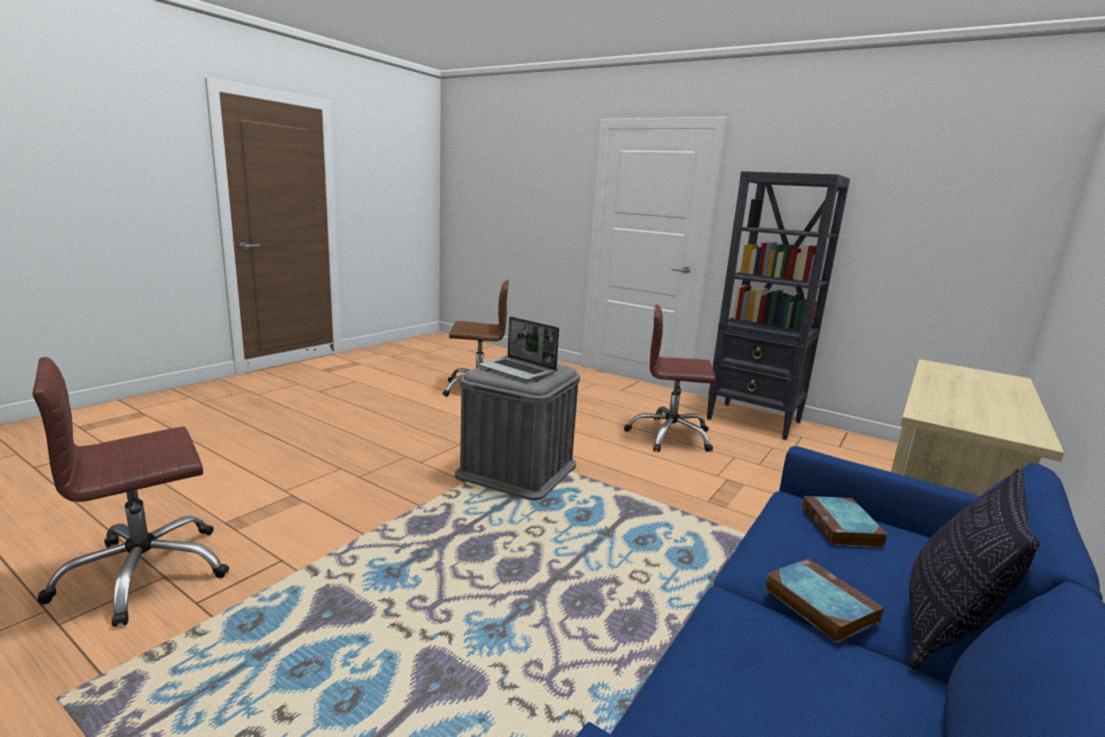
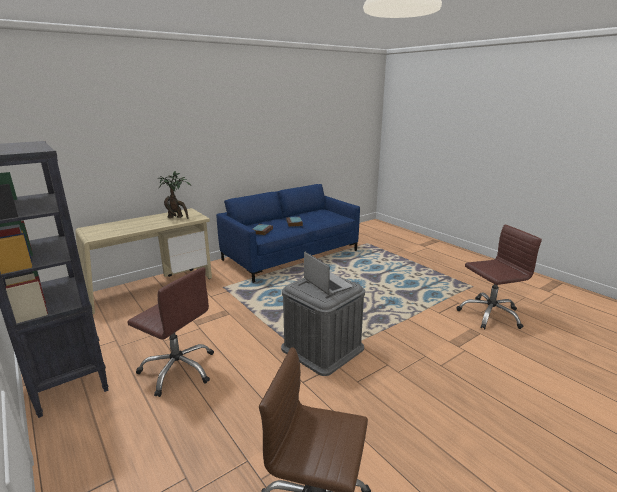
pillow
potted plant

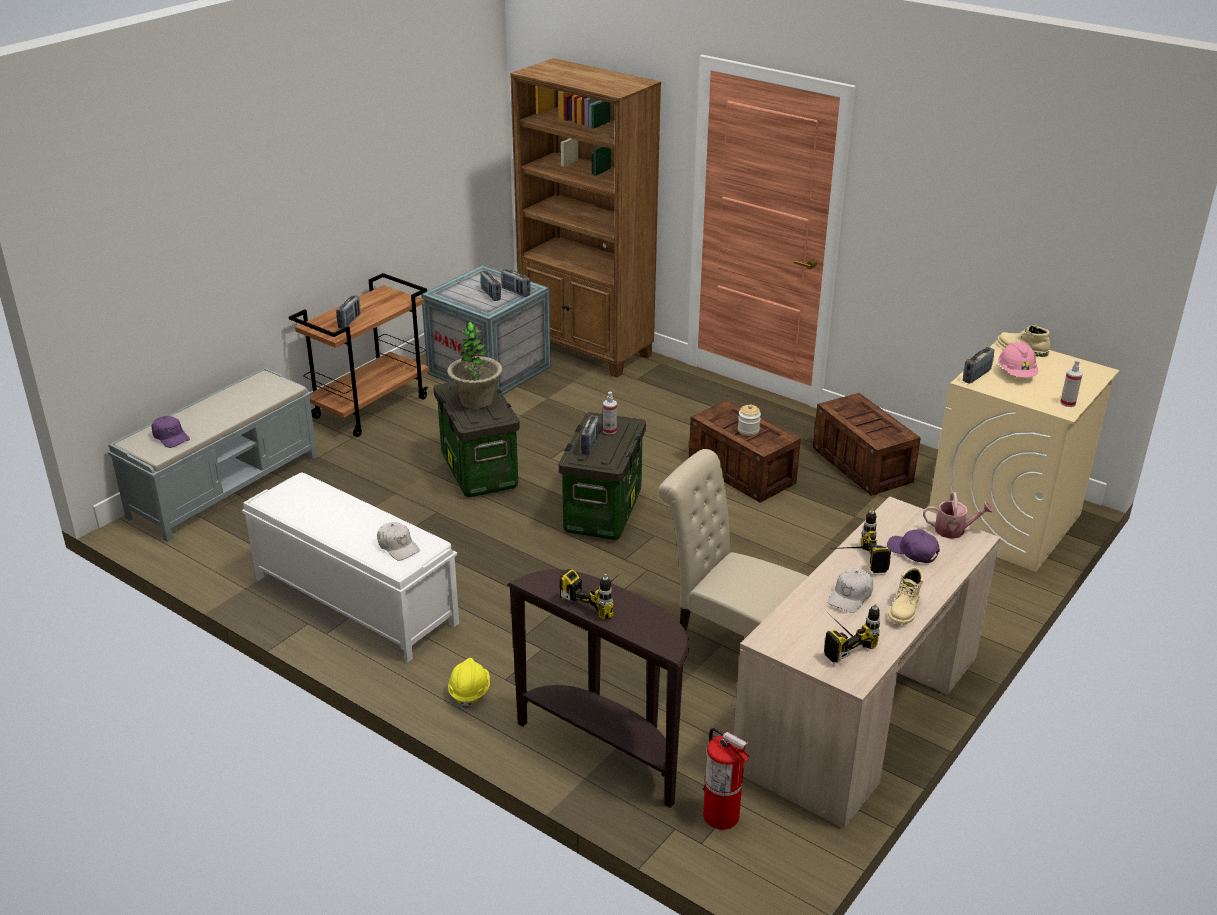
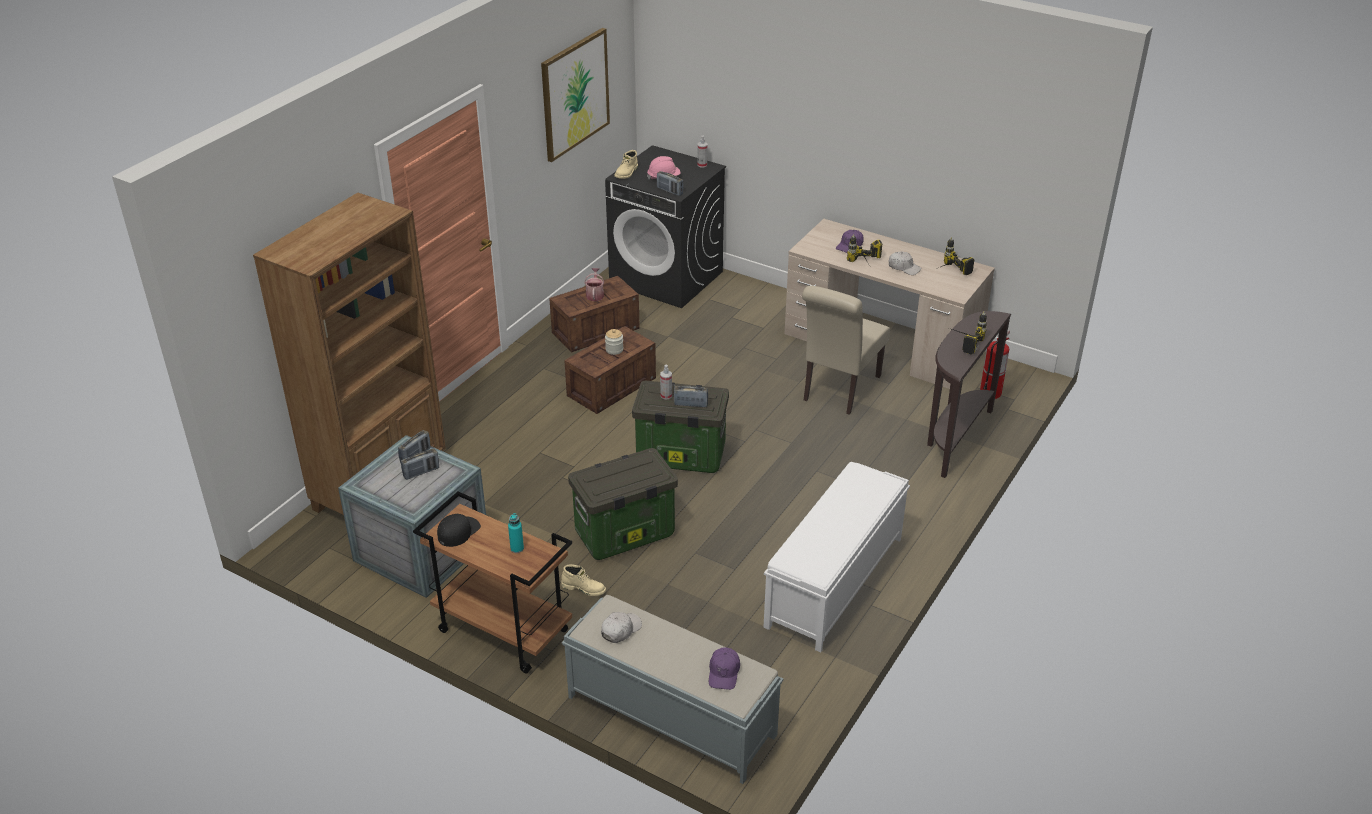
turquoise bottle
potted plant
black washing machine
purple cap (no. 1 from left)
watering can
white-coloured cap (no. 1 from left)
beige tall boot (no. 1 from left)
yellow work helmet
picture
black cap

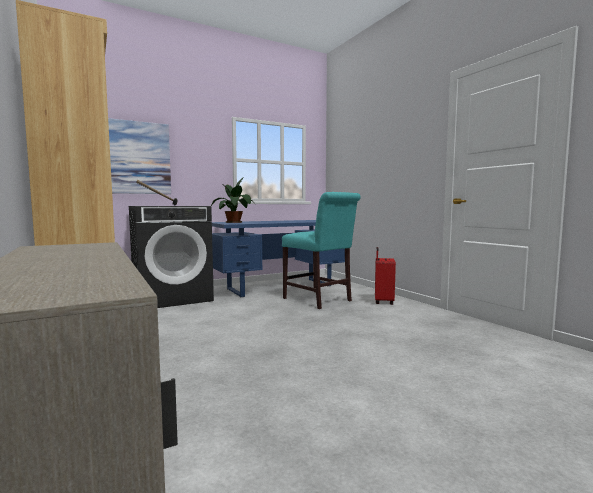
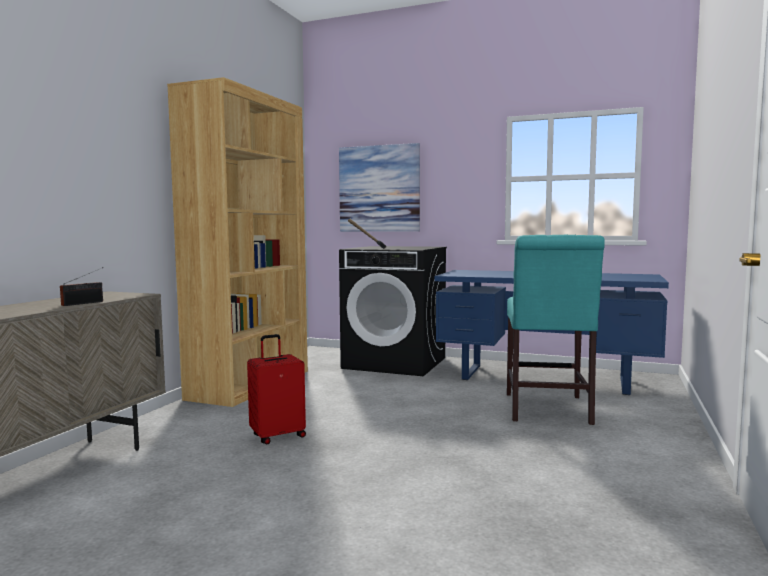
potted plant
red suitcase
radio

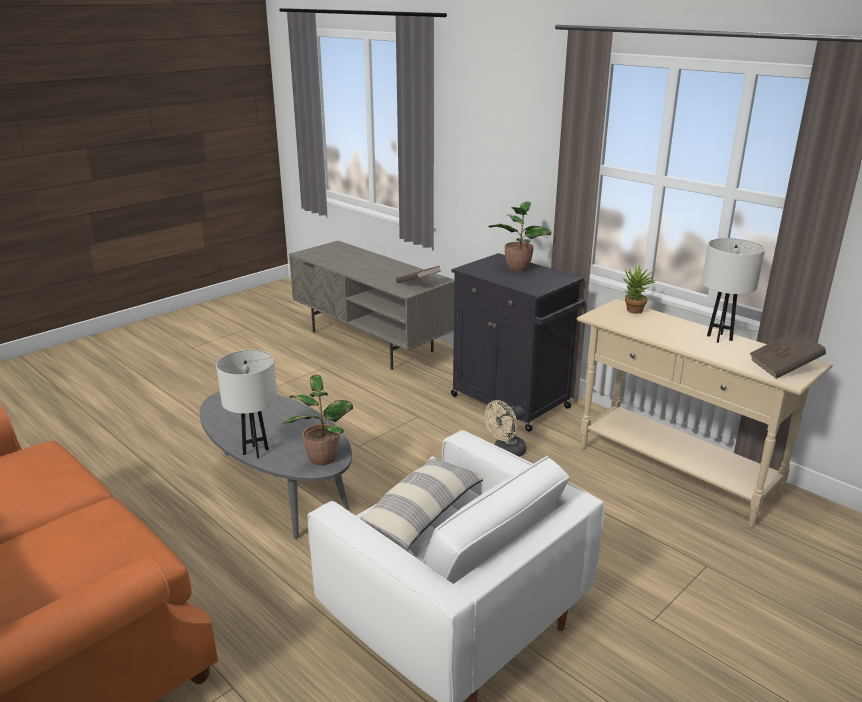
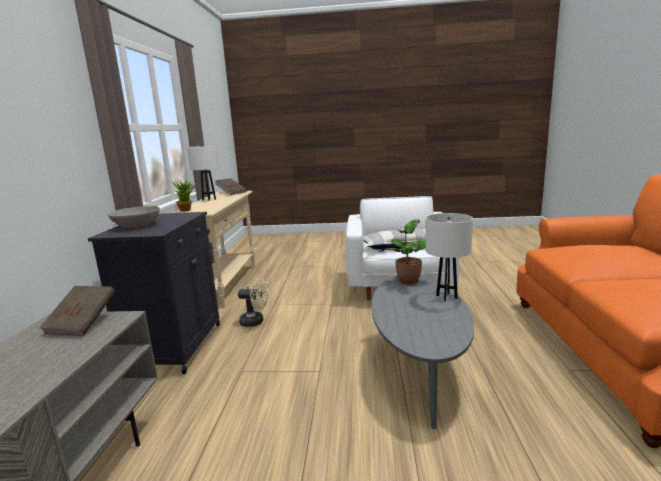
greyish deep dish

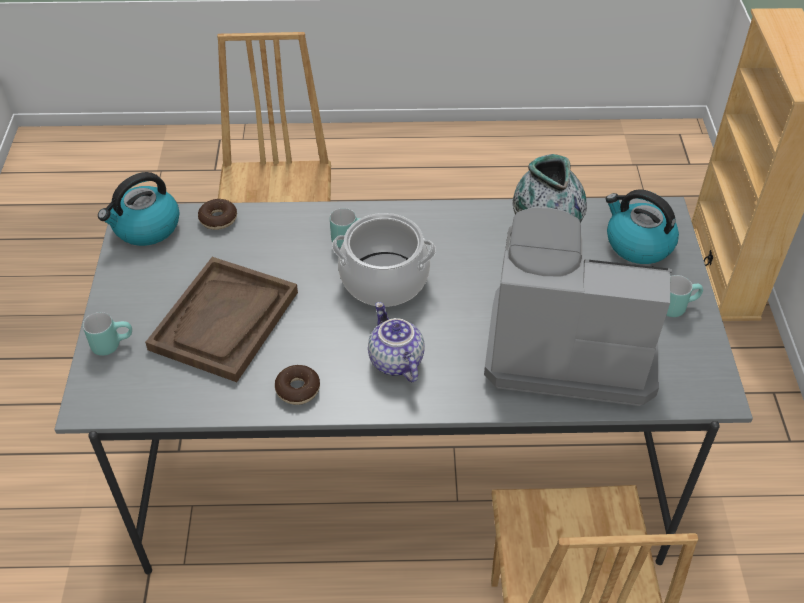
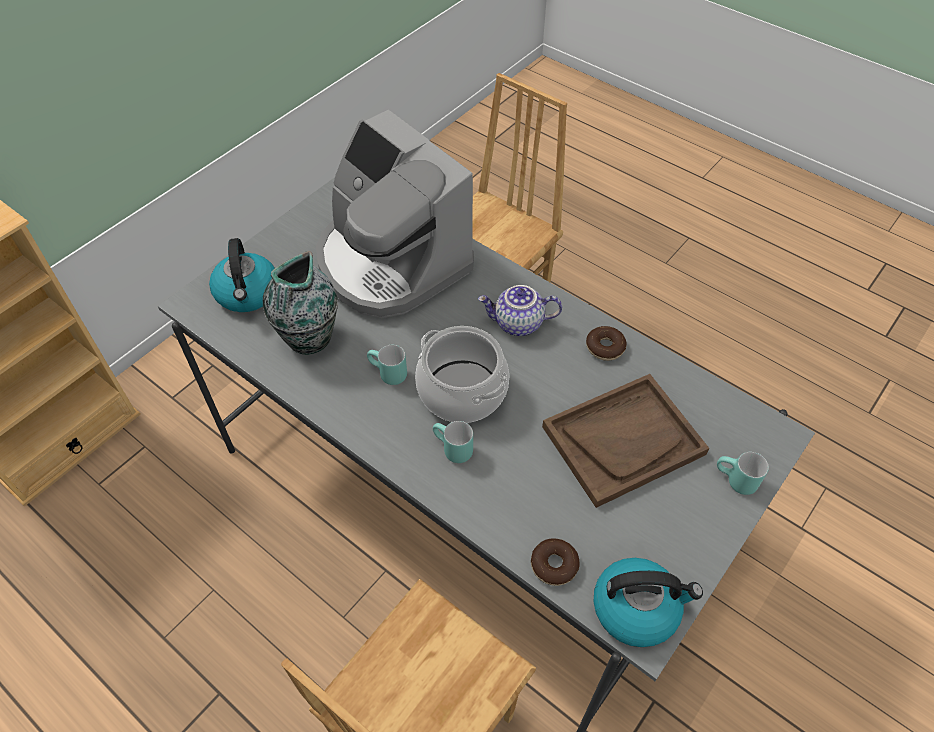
turquoise mug (no. 1 from left)
teapot

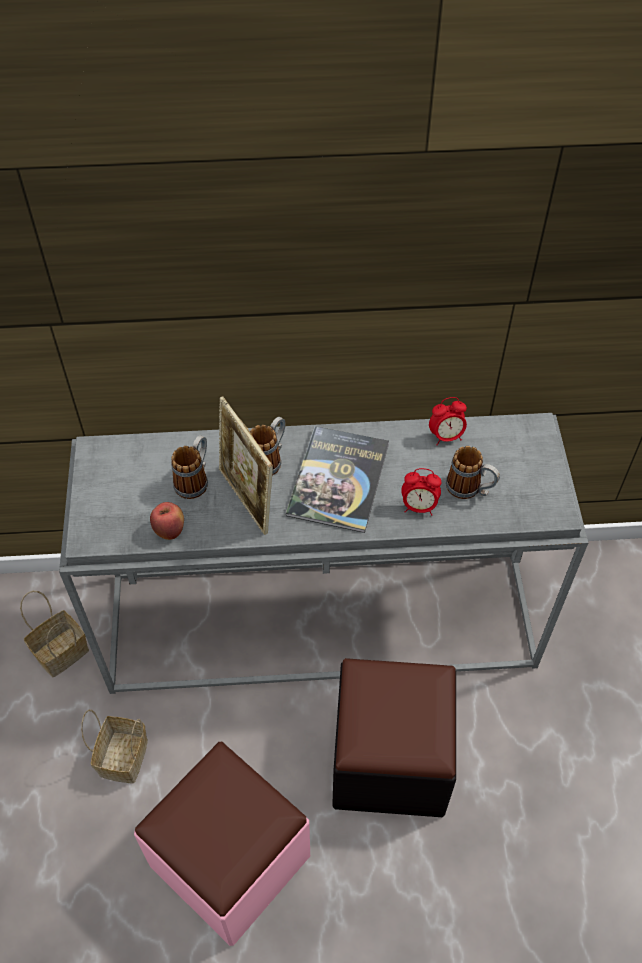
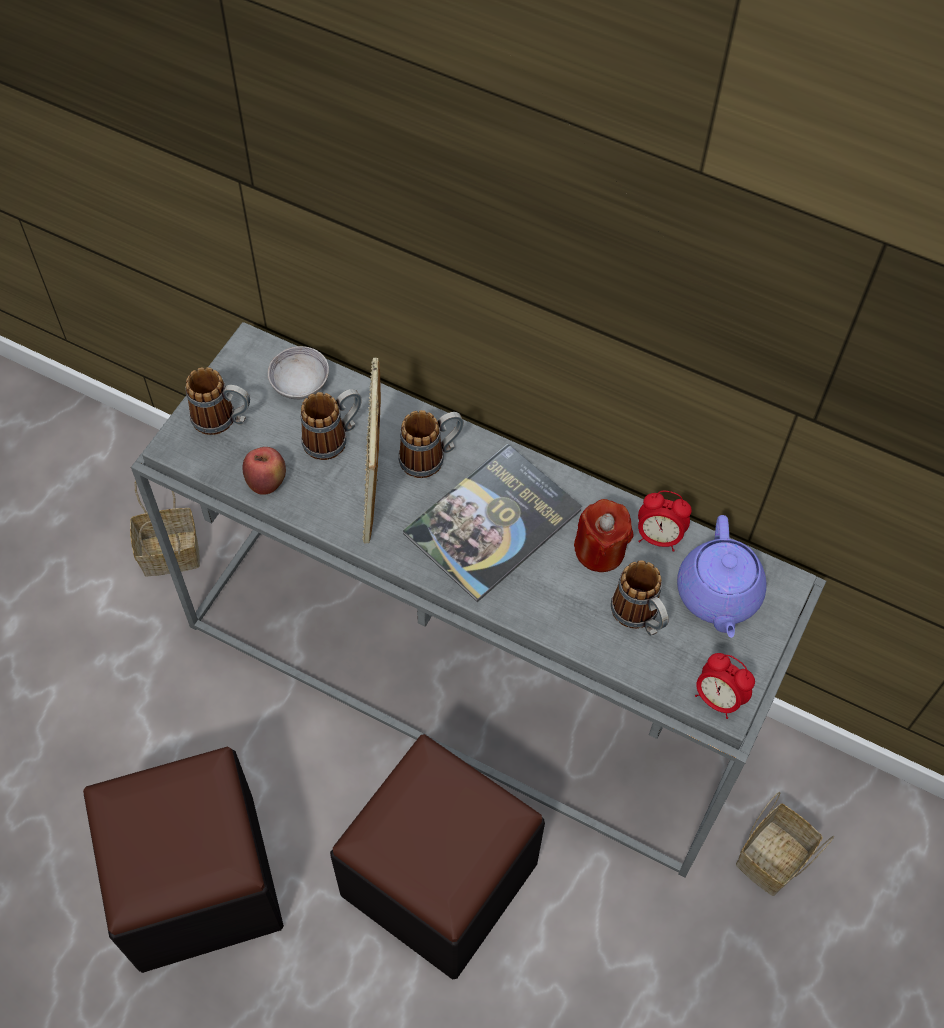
table clock (no. 2 from left)
storage basket (no. 2 from left)
black pouffe (no. 1 from left)
greyish deep dish
mug (no. 1 from left)
red wax candle
purple teapot

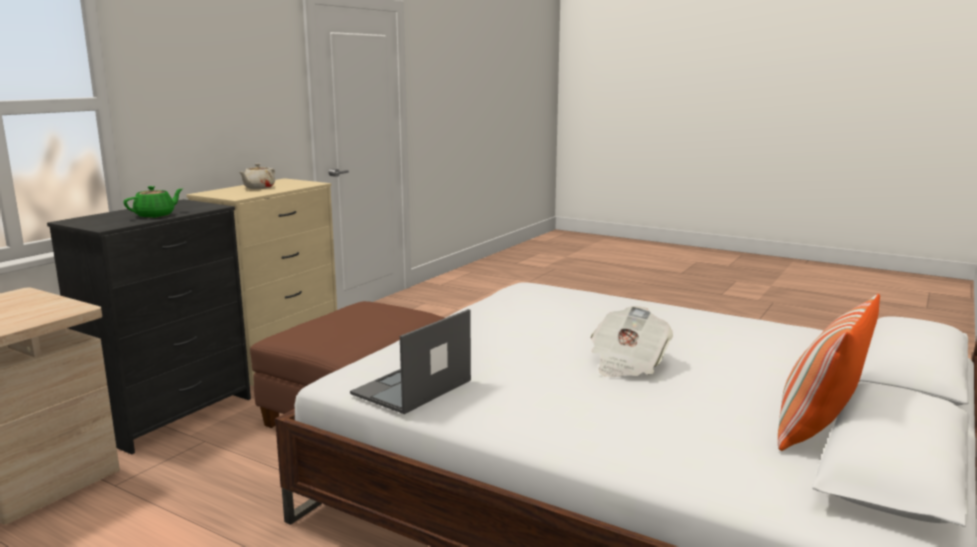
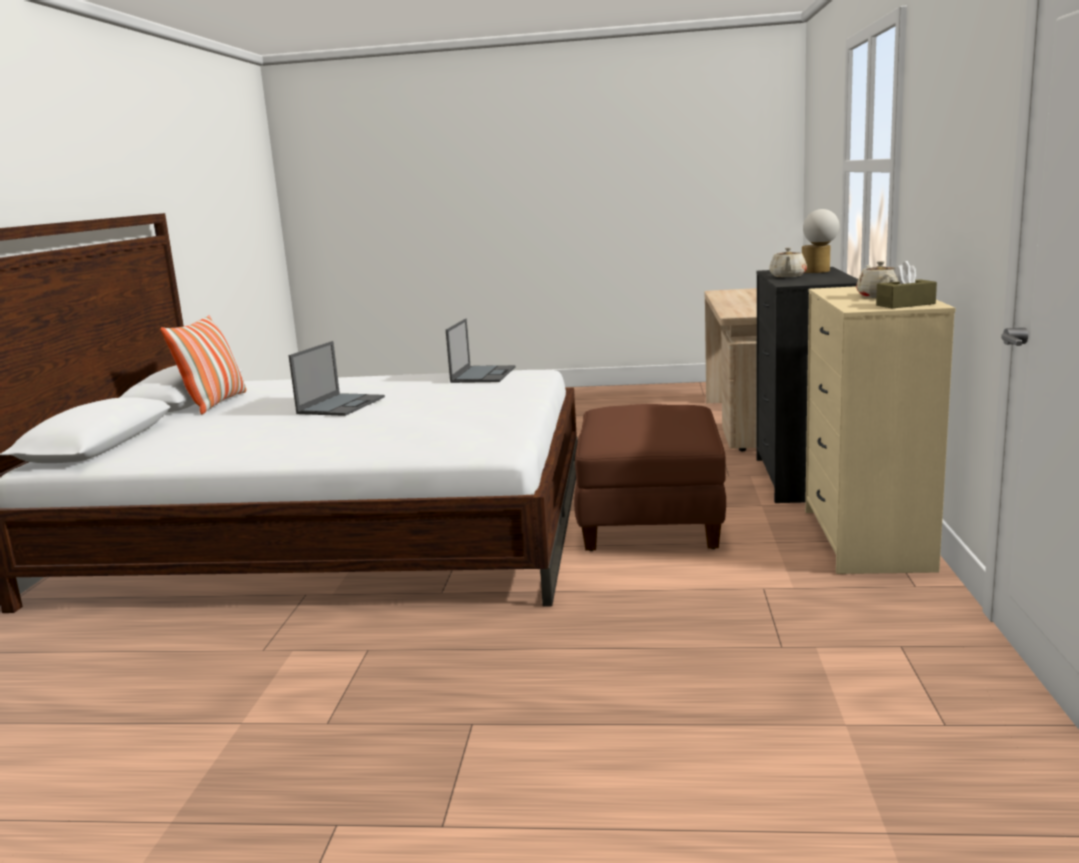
beige teapot (no. 1 from left)
portable computer (no. 1 from left)
table lamp
brown-coloured box of tissues

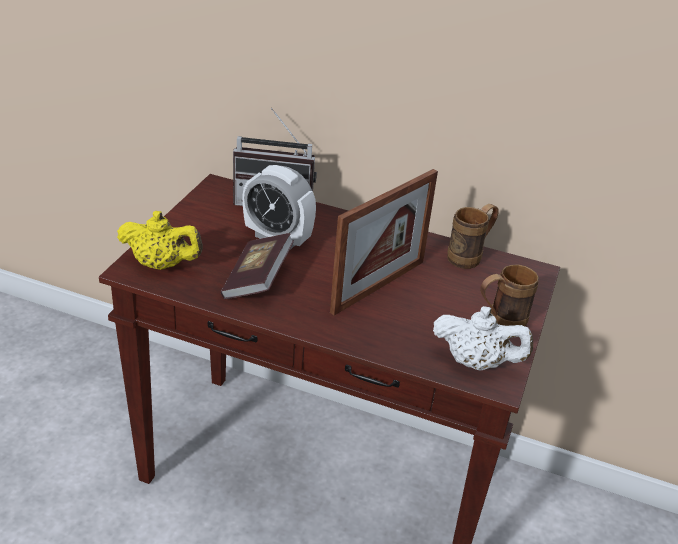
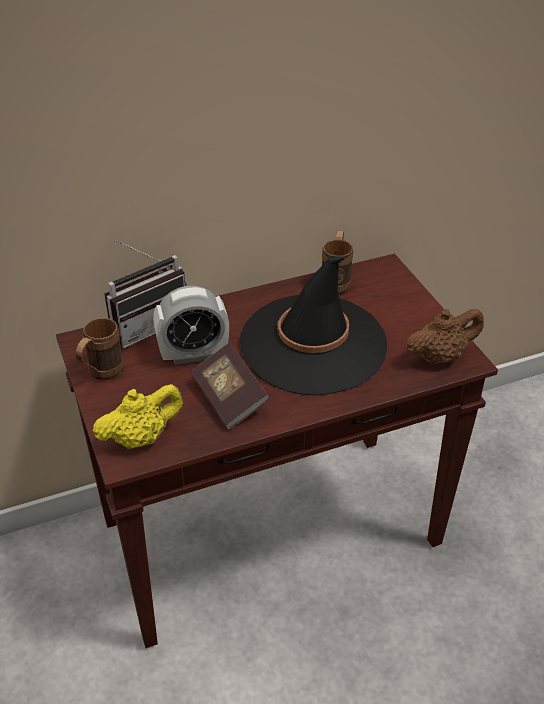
black wearable hat
brown-coloured mug (no. 1 from left)
brown-coloured teapot

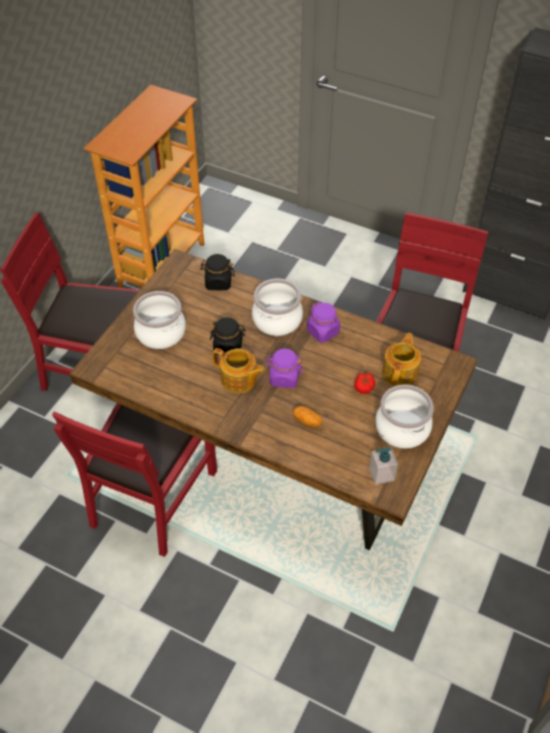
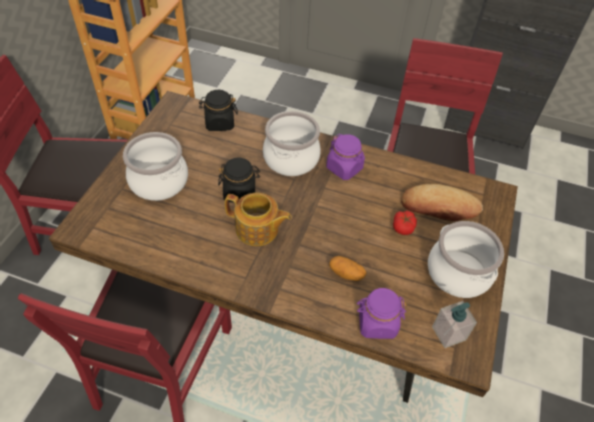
baked bread
purple preserve jar (no. 2 from left)

